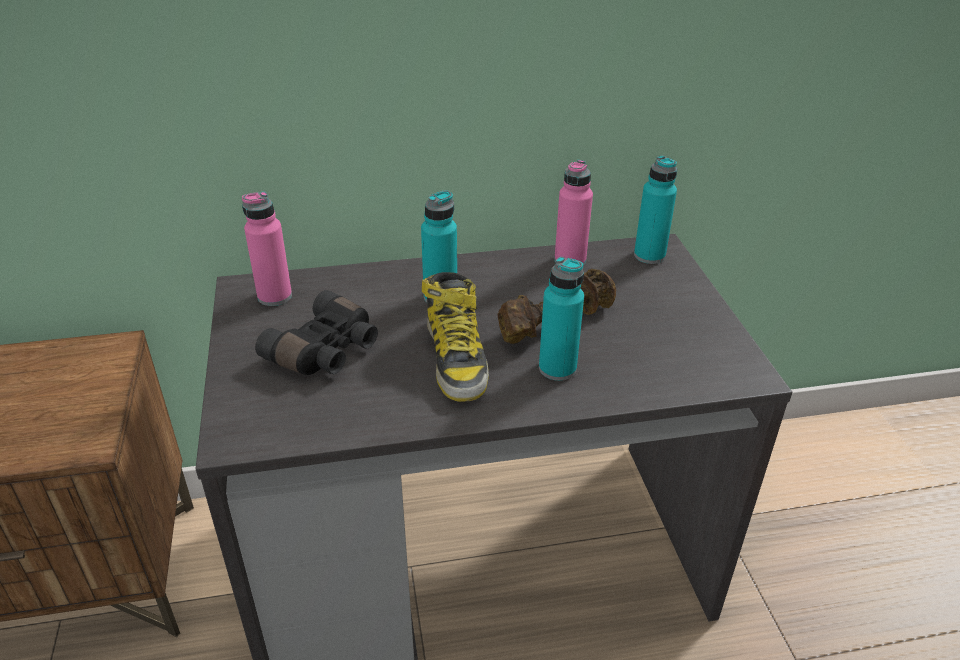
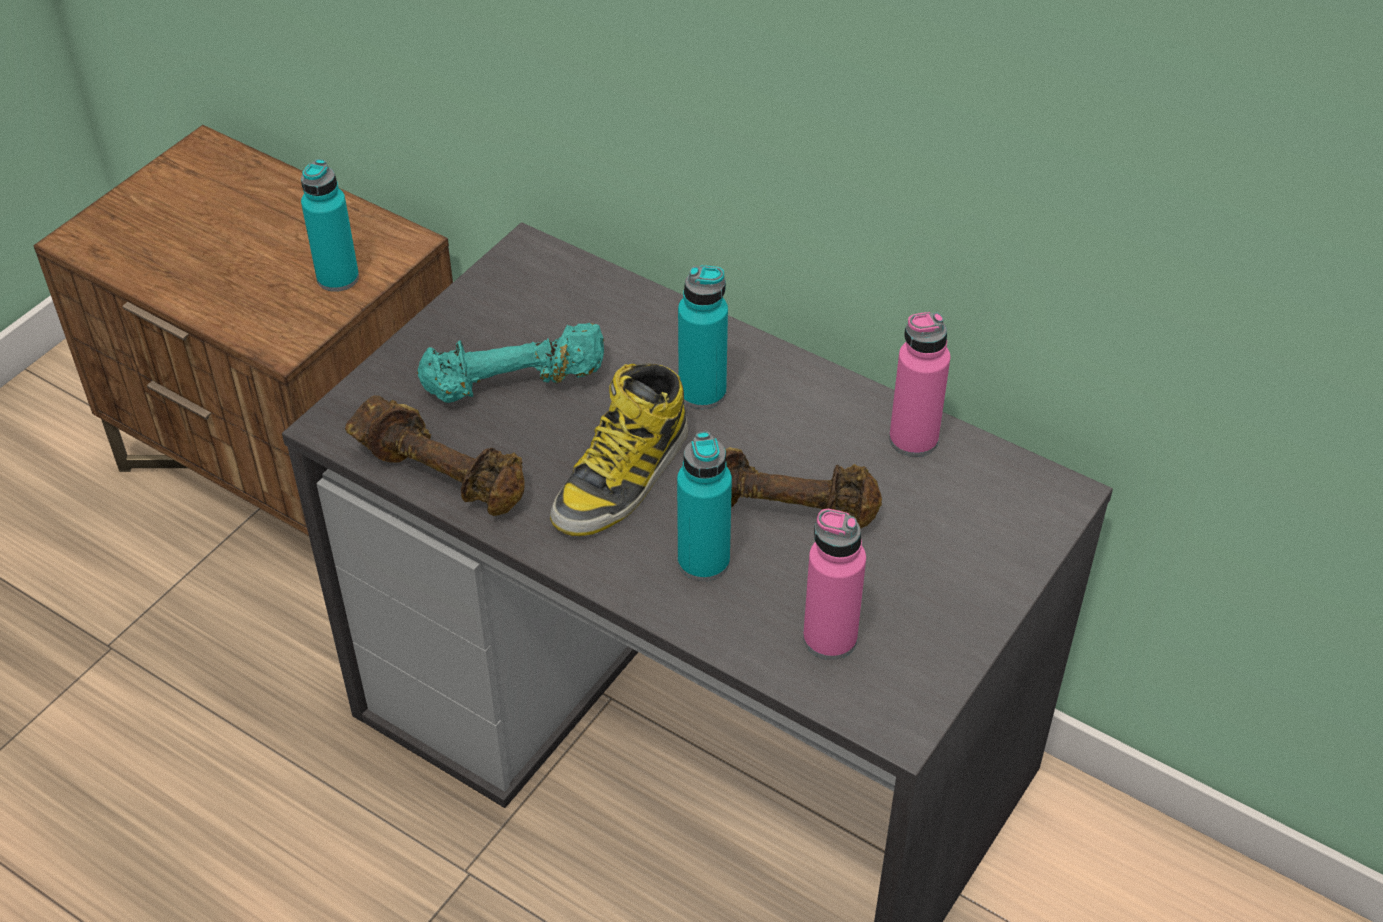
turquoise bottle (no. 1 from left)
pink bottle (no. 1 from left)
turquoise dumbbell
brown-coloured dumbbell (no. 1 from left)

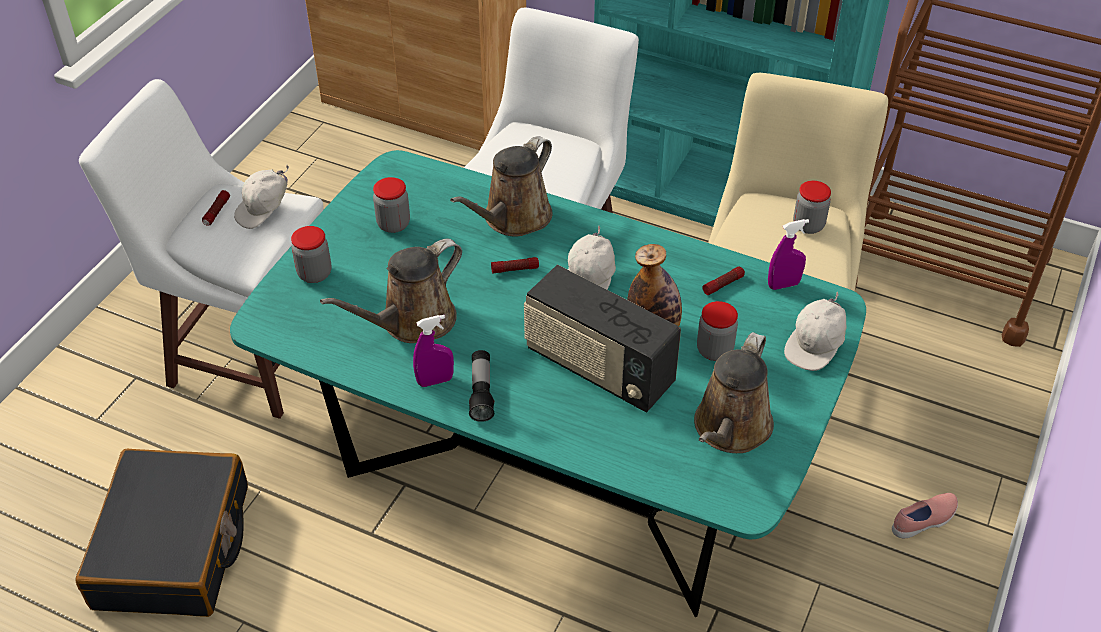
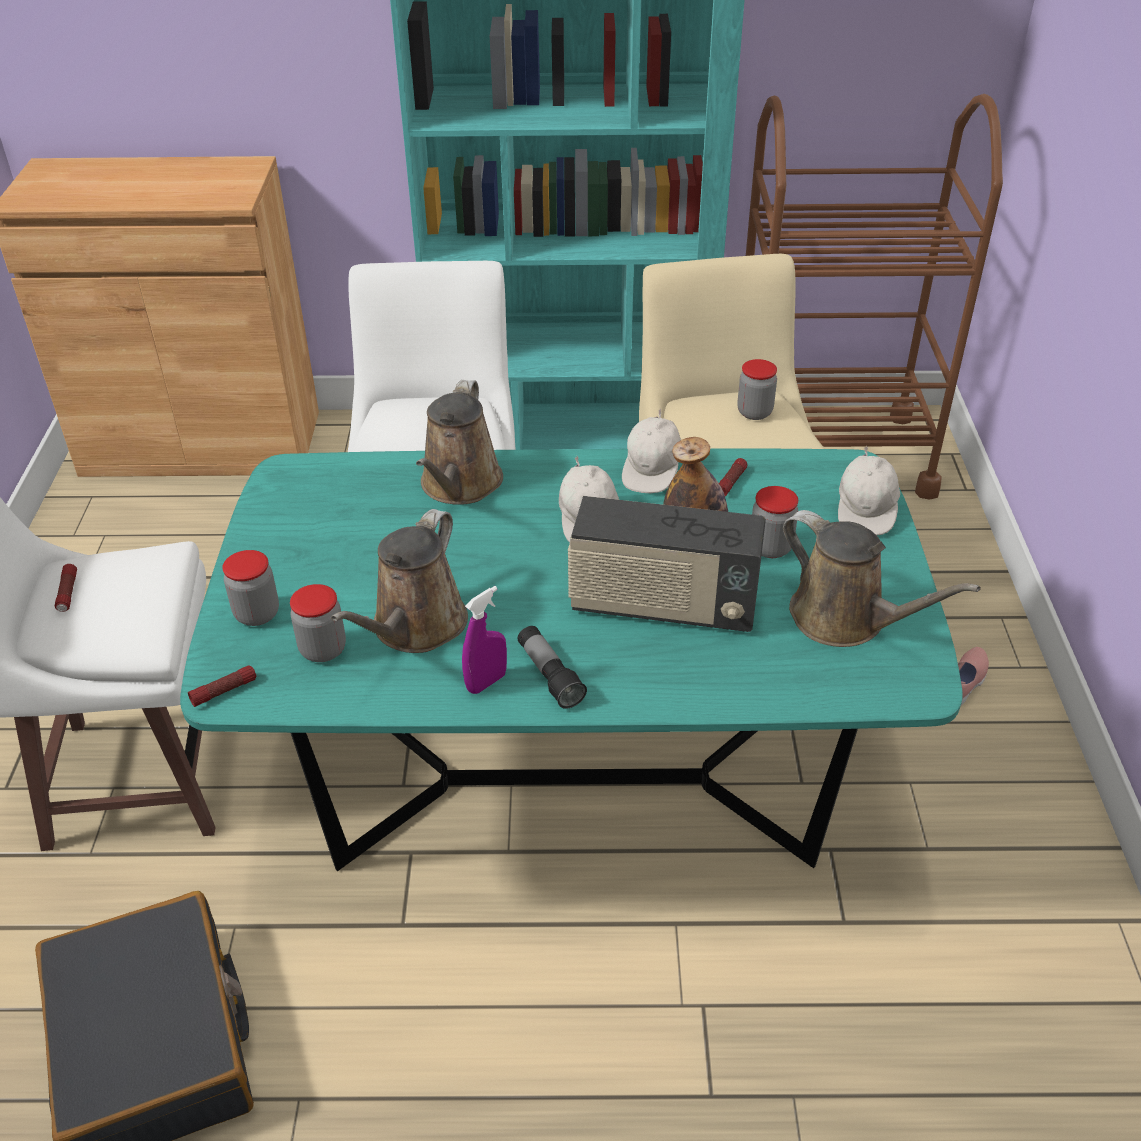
white-coloured cap (no. 2 from left)
preserve jar (no. 2 from left)
purple sprayer (no. 2 from left in the first image)
flashlight (no. 2 from left)
brown-coloured watering can (no. 3 from left)

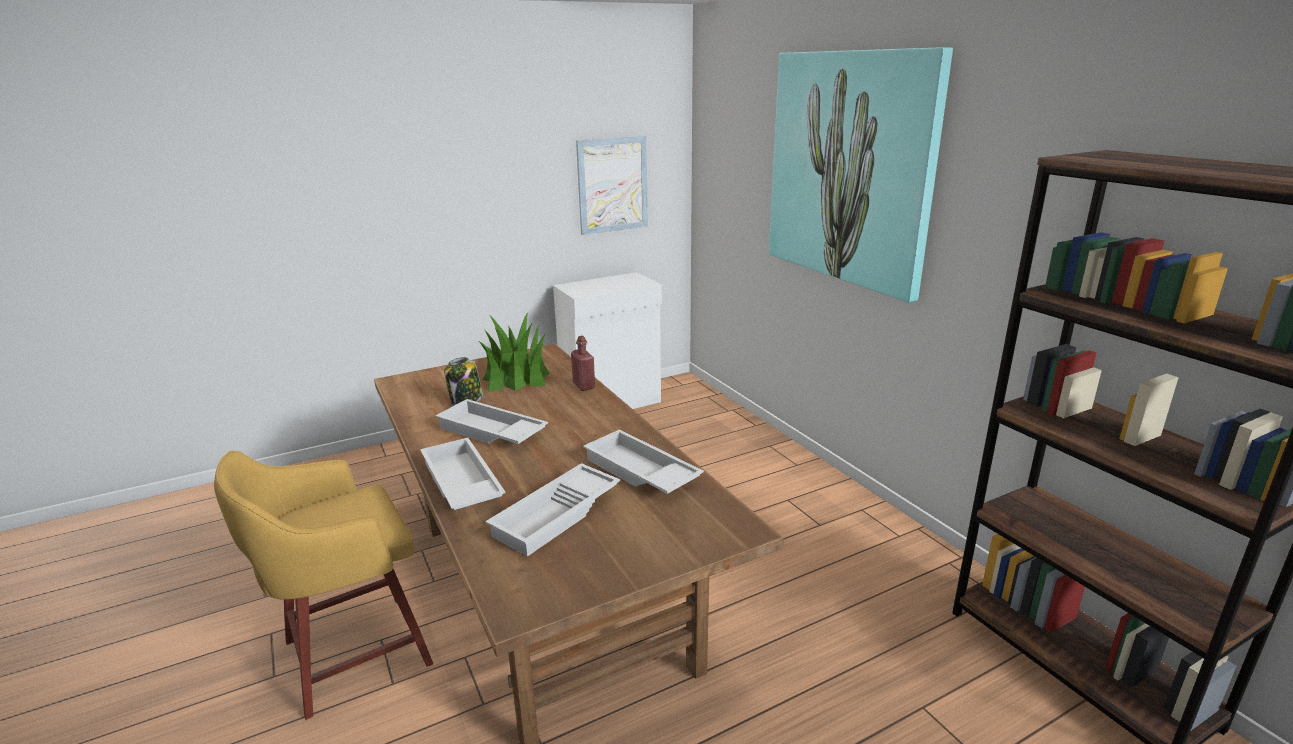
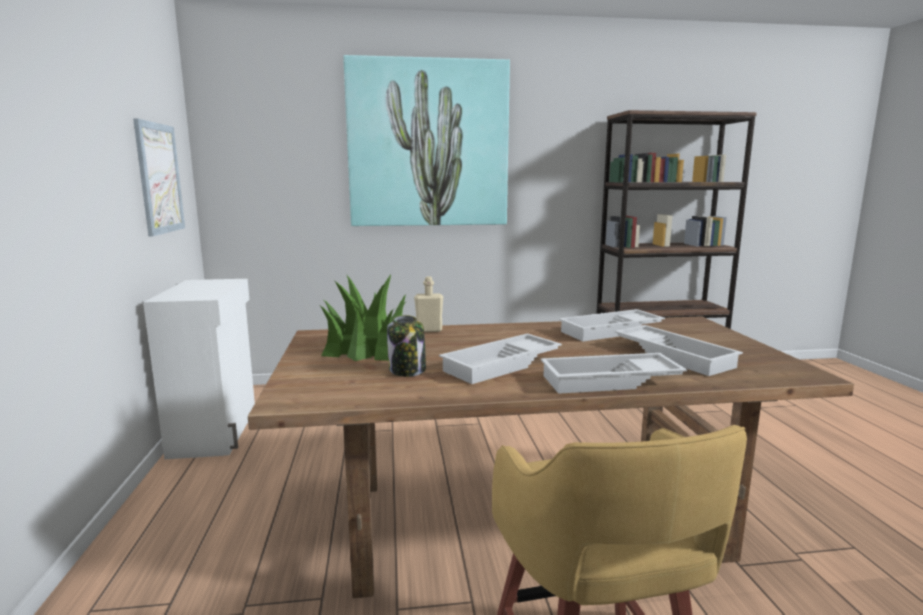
beige bottle

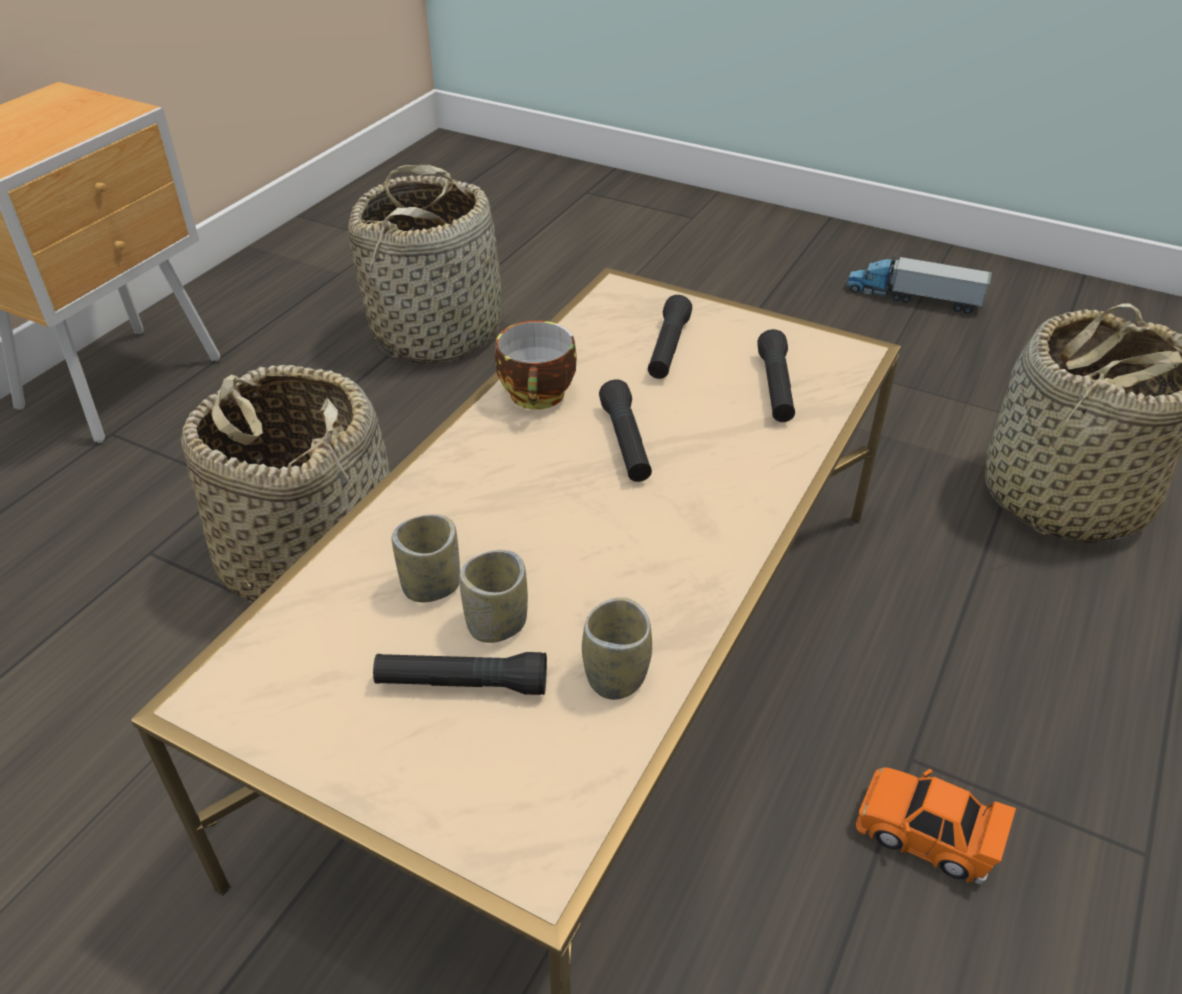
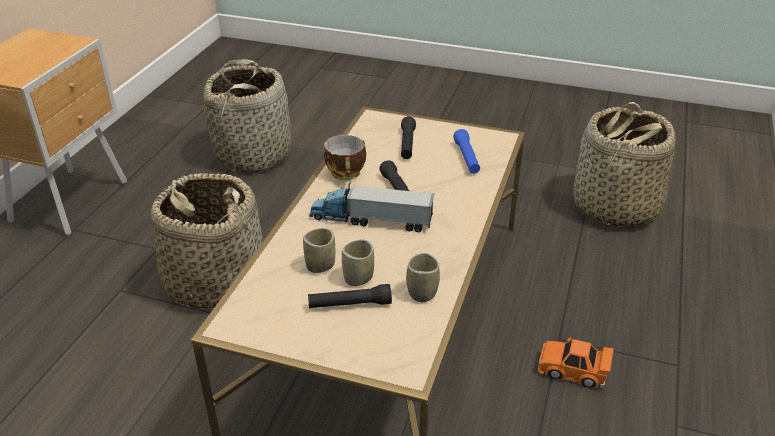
model truck
blue-coloured flashlight

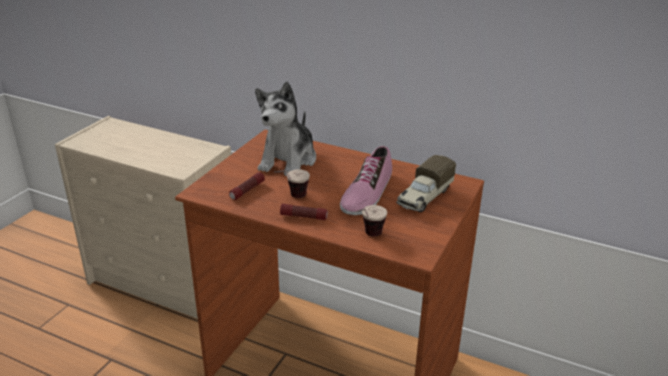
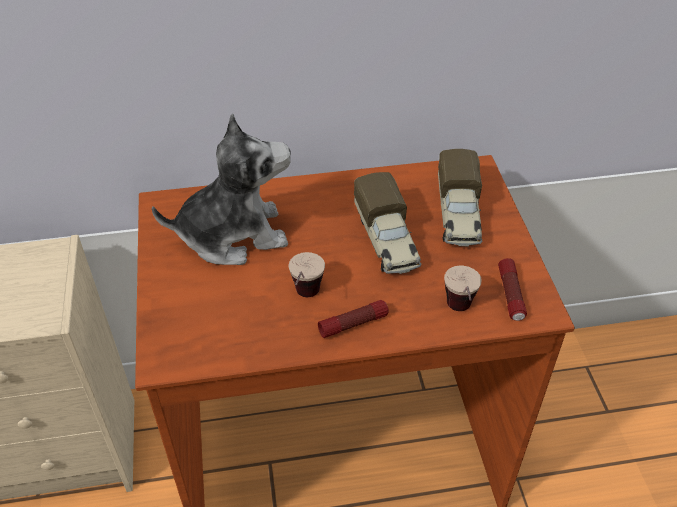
plush toy
model truck (no. 1 from left)
flashlight (no. 2 from left)

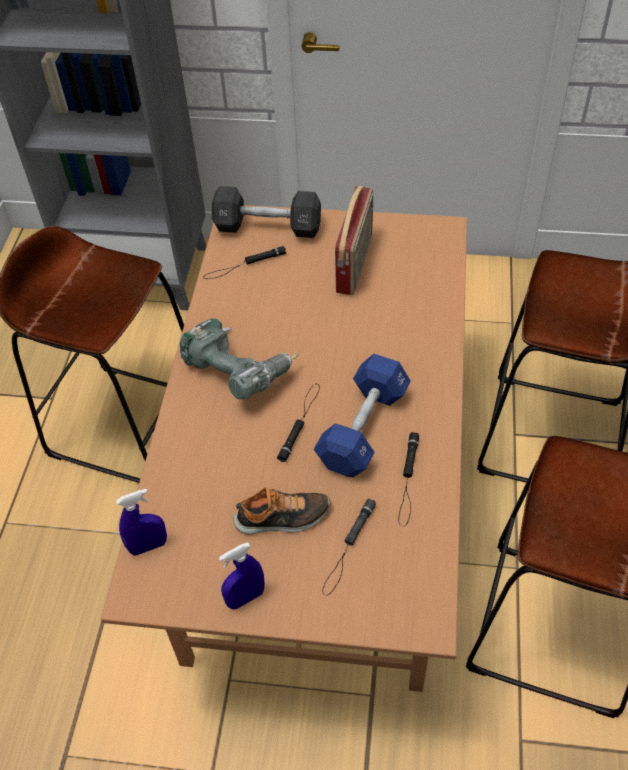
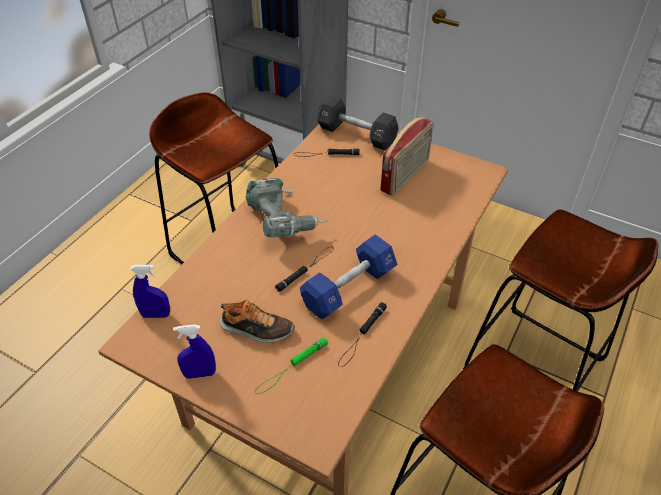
green flashlight

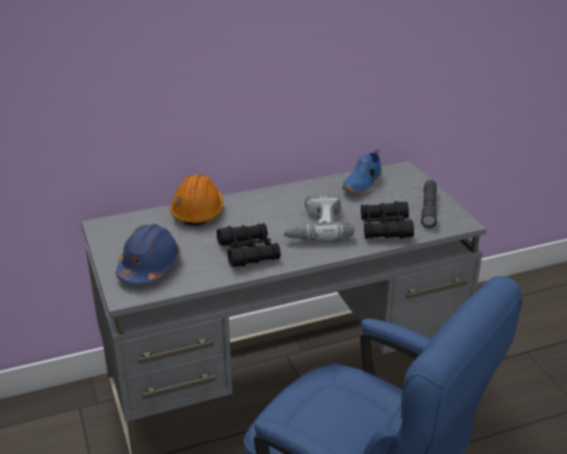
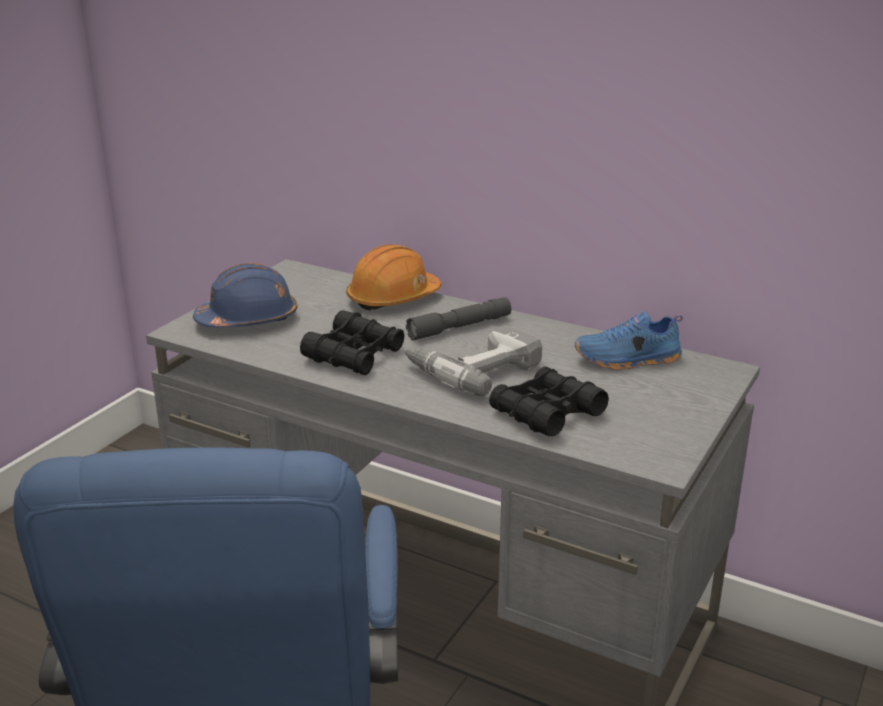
greyish flashlight

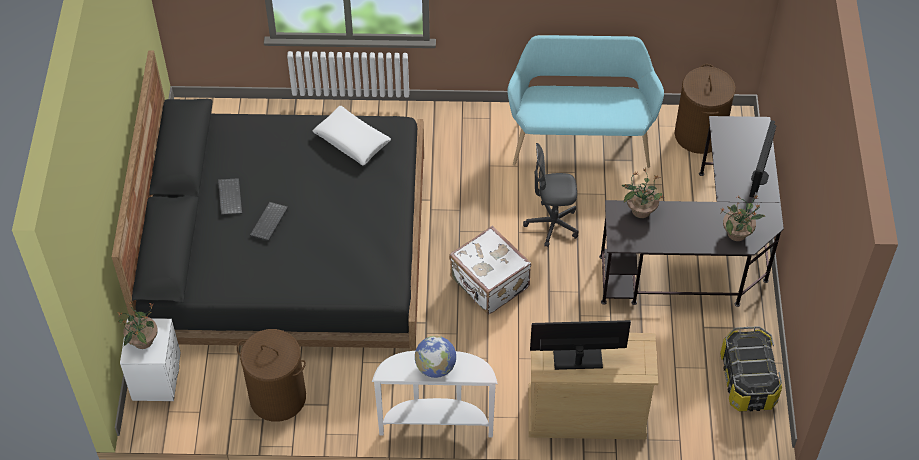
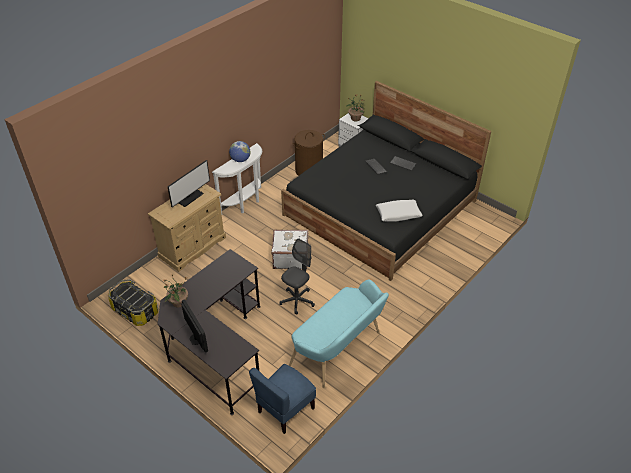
blue-coloured plain chair
potted plant (no. 2 from left in the first image)

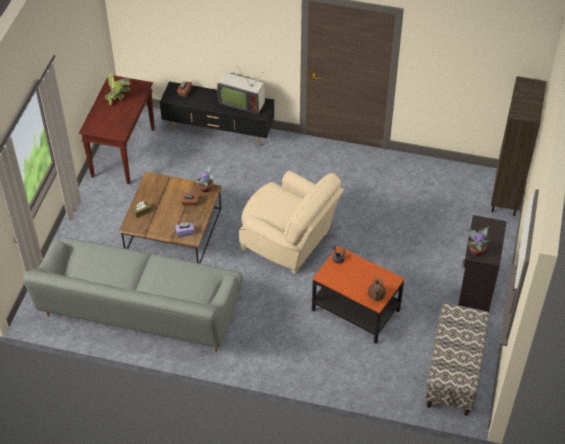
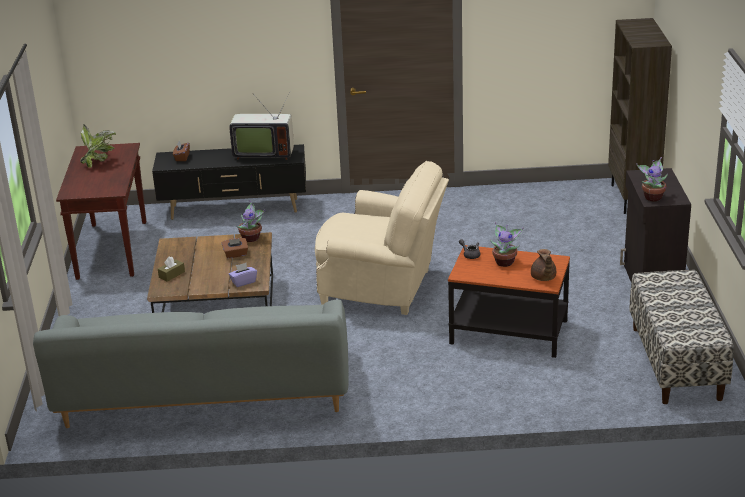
potted plant (no. 3 from left)

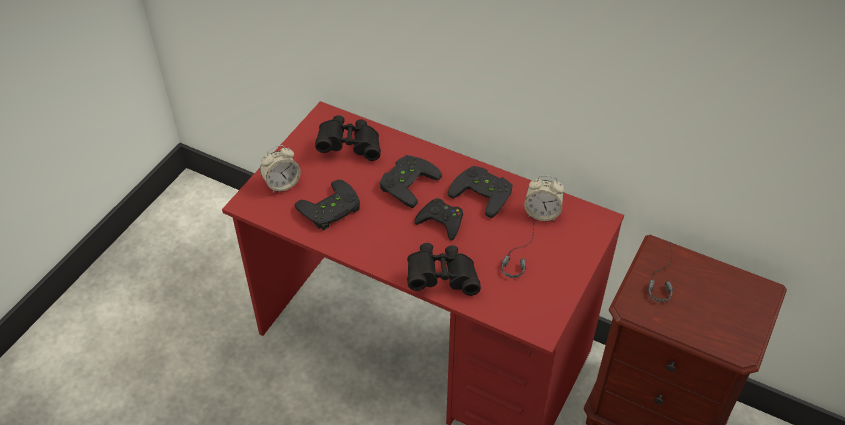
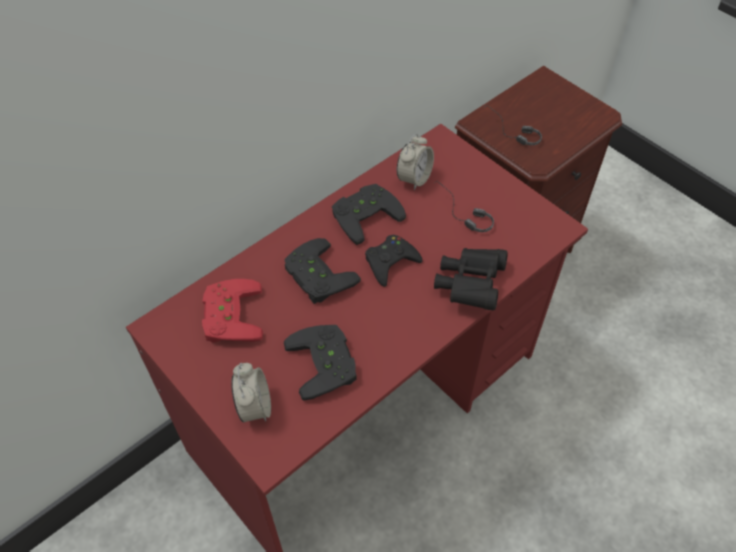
red joypad

